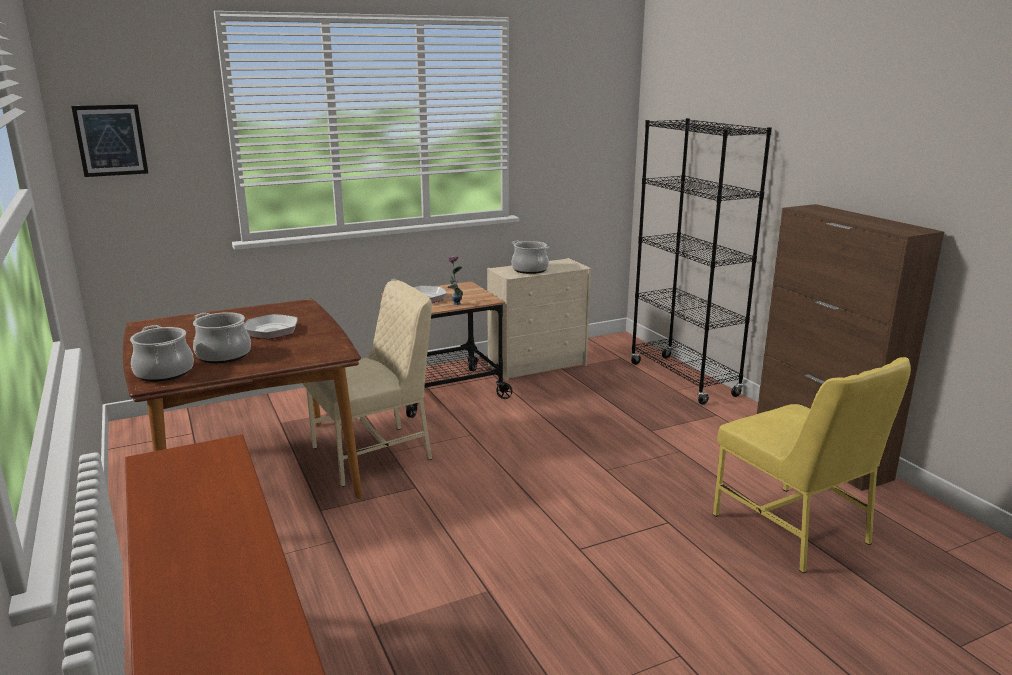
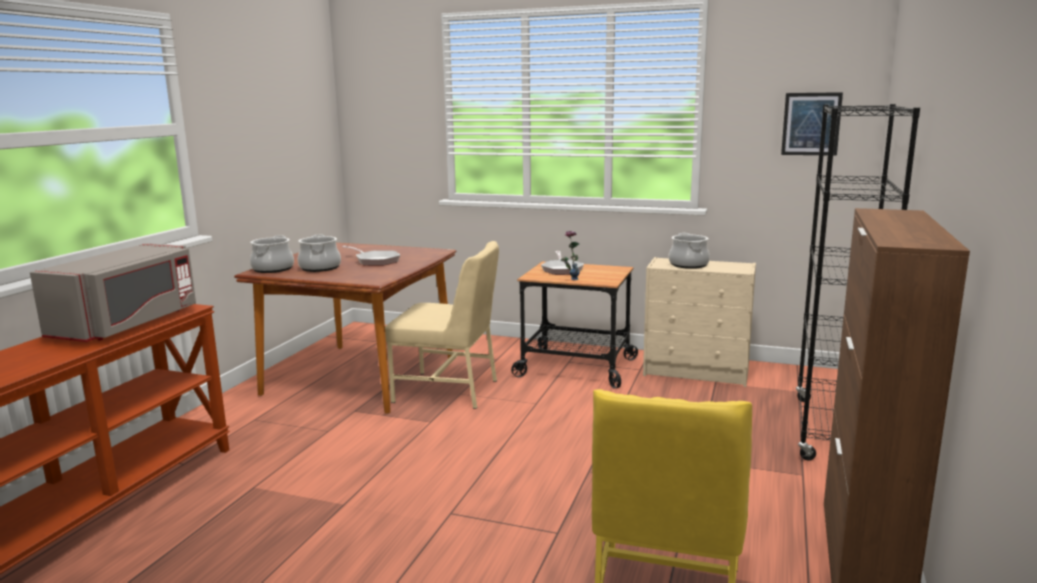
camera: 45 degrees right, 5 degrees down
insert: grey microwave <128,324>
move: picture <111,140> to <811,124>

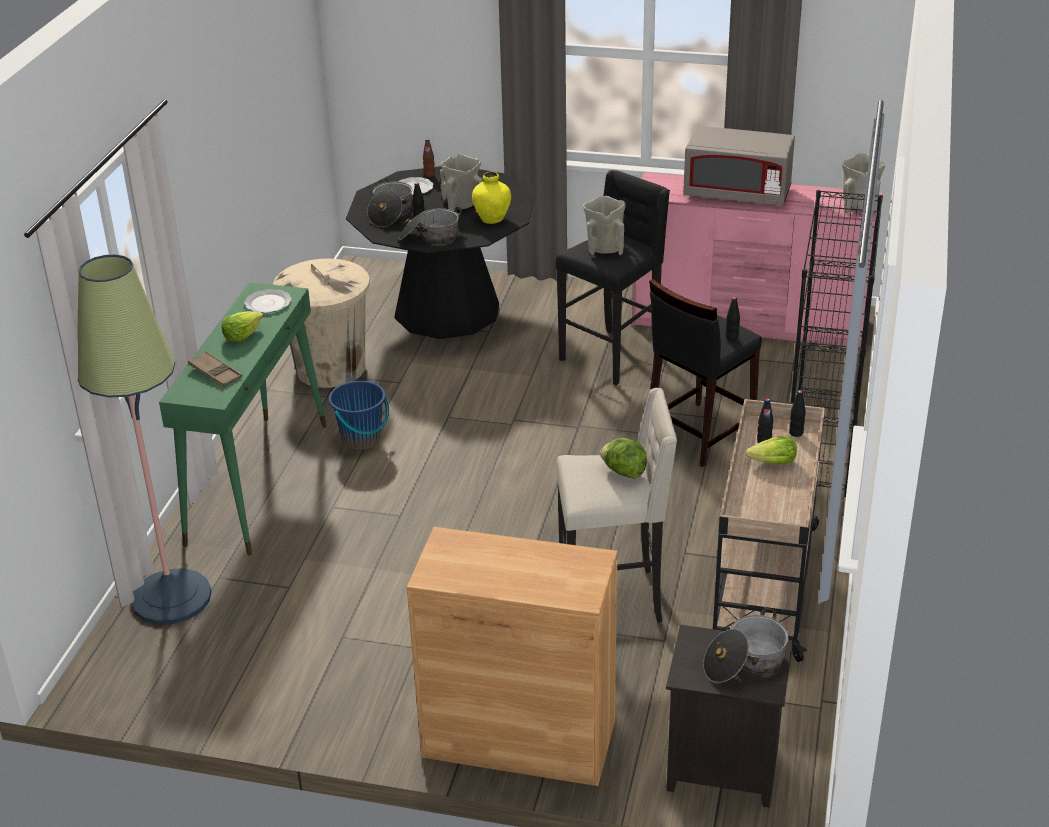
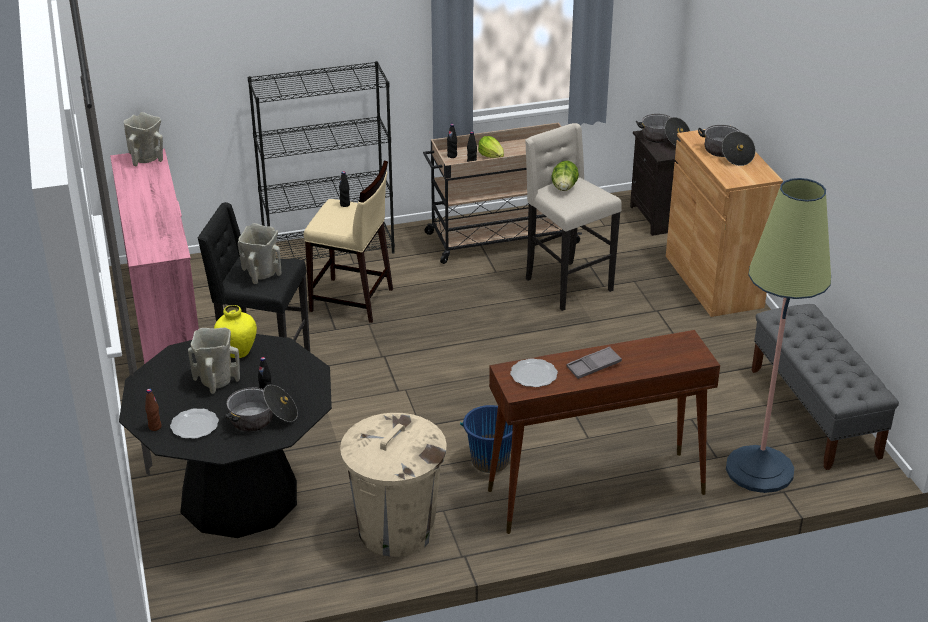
camera: 120 degrees left, 0 degrees up
delete: brown tray <215,373>; grey microwave <737,194>
insert: grey bench <814,413>
move: cooking pot <430,237> to <726,153>
replace: lettuce <242,335> to grey tray <593,366>
recolor: green console table <258,482> to brown console table <595,492>; black stool <698,434> to beige stool <352,300>

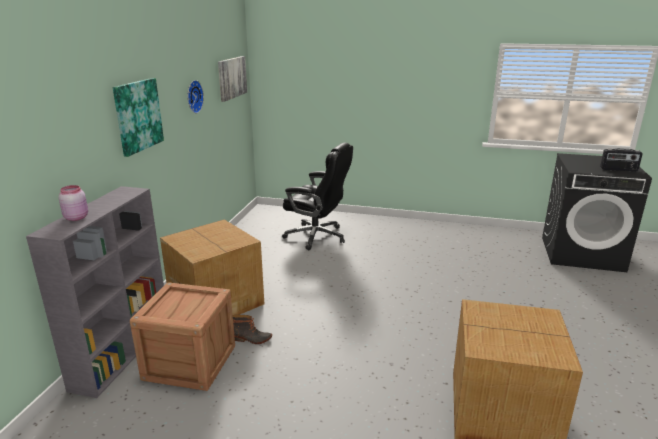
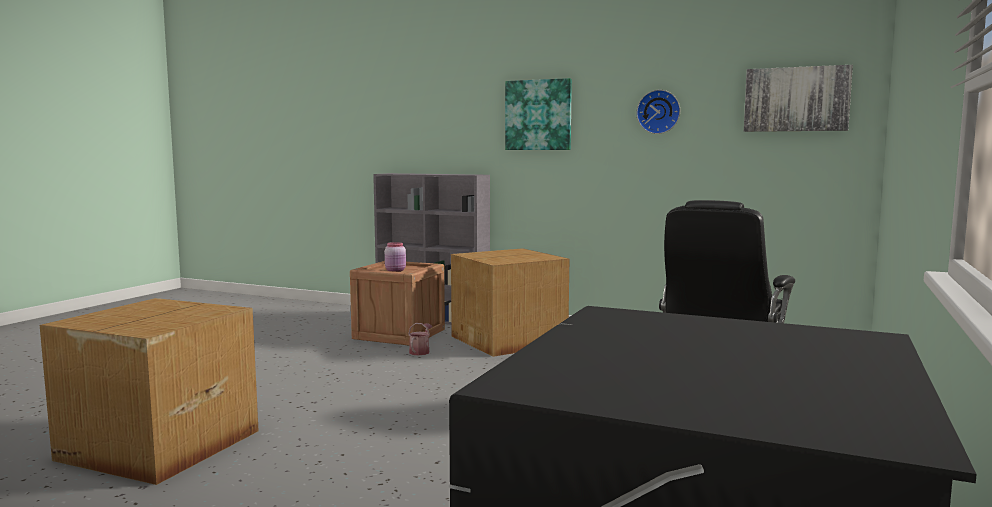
camera: 100 degrees right, 15 degrees down
delete: radio <618,169>
move: pink jar <76,217> to <396,271>
replace: boot <252,339> to watering can <420,351>

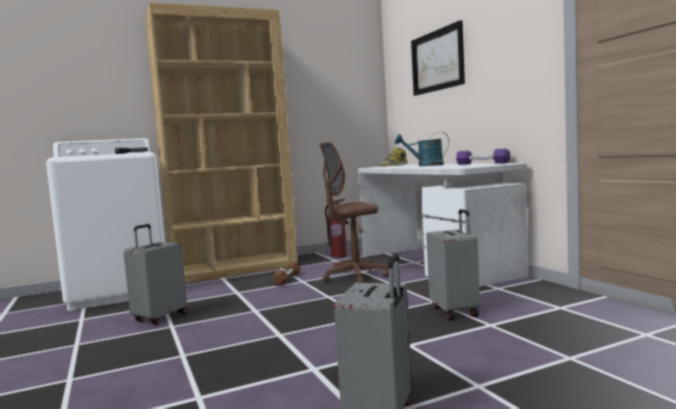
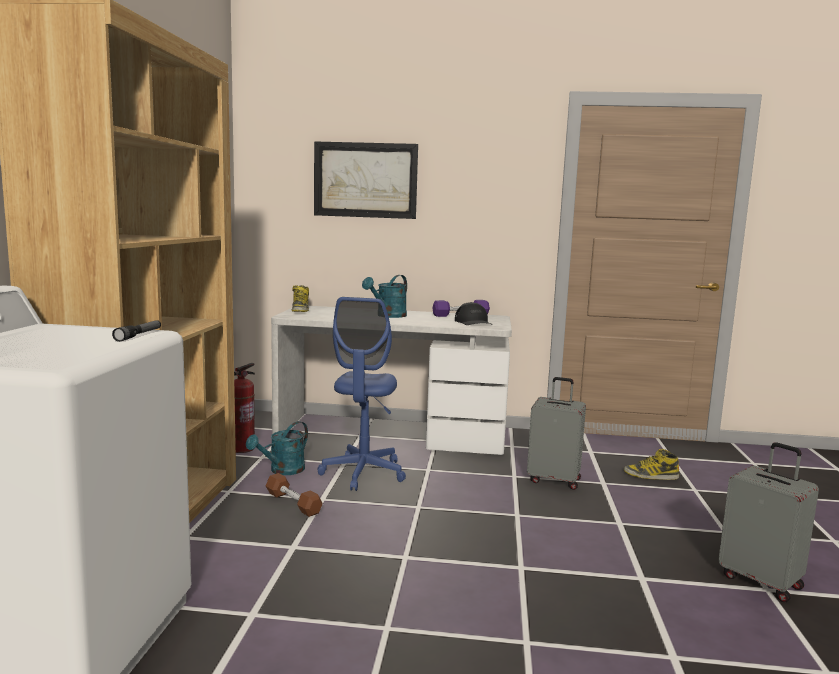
camera: 60 degrees left, 5 degrees up
delete: grey suitcase <159,318>
insert: turquoise watering can <282,471>; black cap <473,322>; boot <651,476>
recolor: brown office chair <355,277> to blue office chair <363,473>

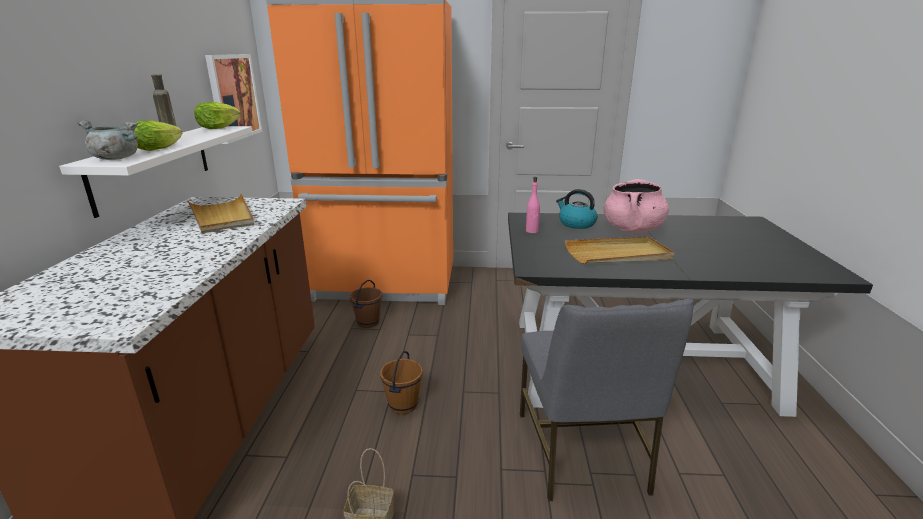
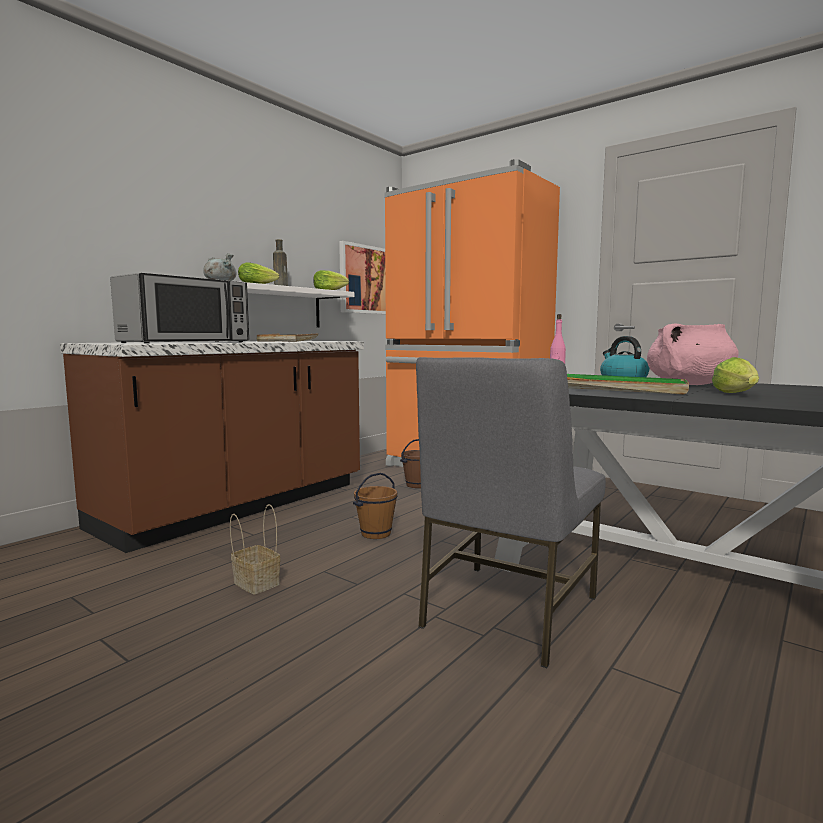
camera: 35 degrees right, 15 degrees down
insert: microwave <187,342>; lettuce <736,394>
recolor: beige tray <618,254> to green tray <620,389>

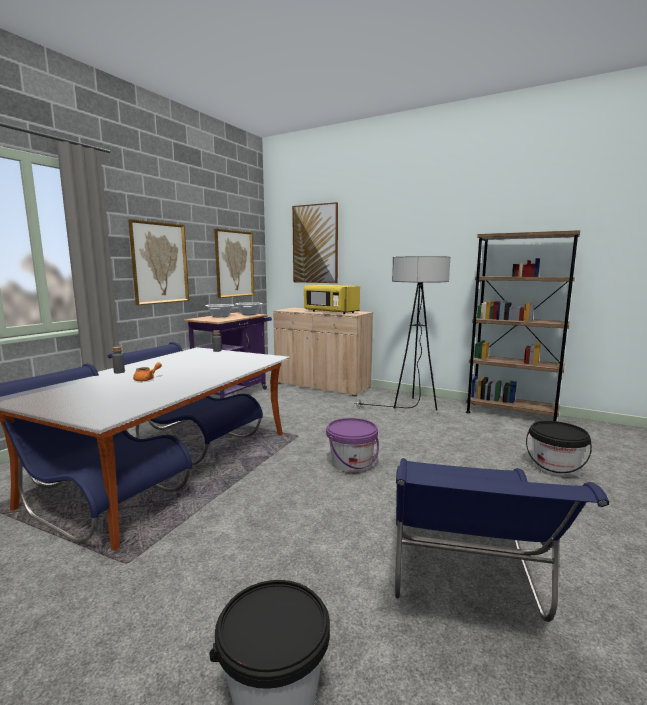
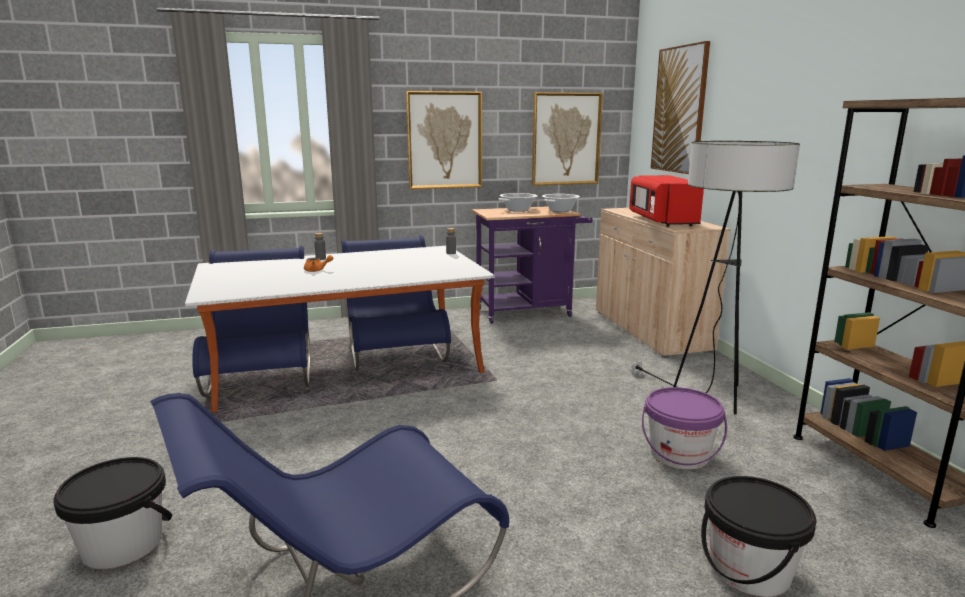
camera: 45 degrees right, 5 degrees up
move: purple bucket <351,464> to <679,454>
recolor: yellow microwave <330,312> to red microwave <662,221>

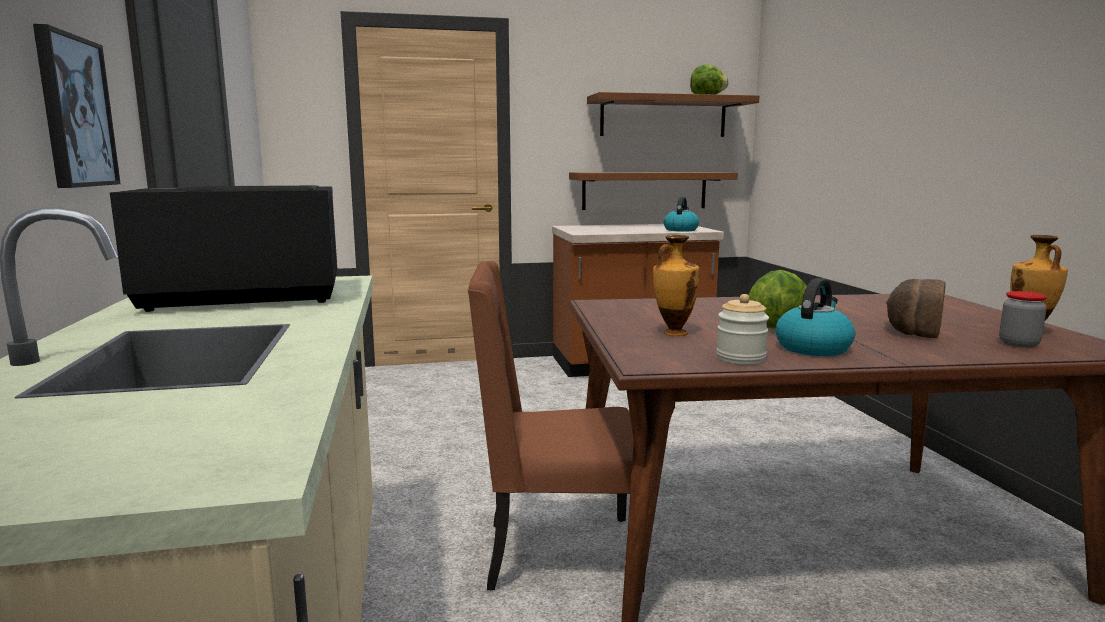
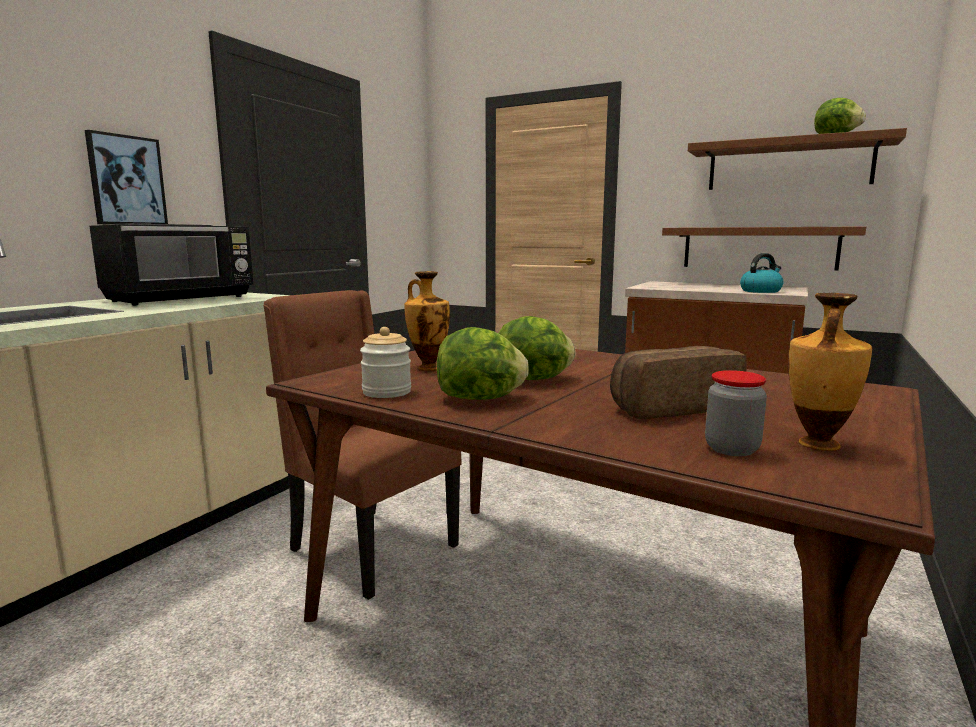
camera: 40 degrees right, 0 degrees up
replace: kettle <813,348> to lettuce <480,399>
rotate: black microwave <242,298> = <182,299> 105 degrees clockwise

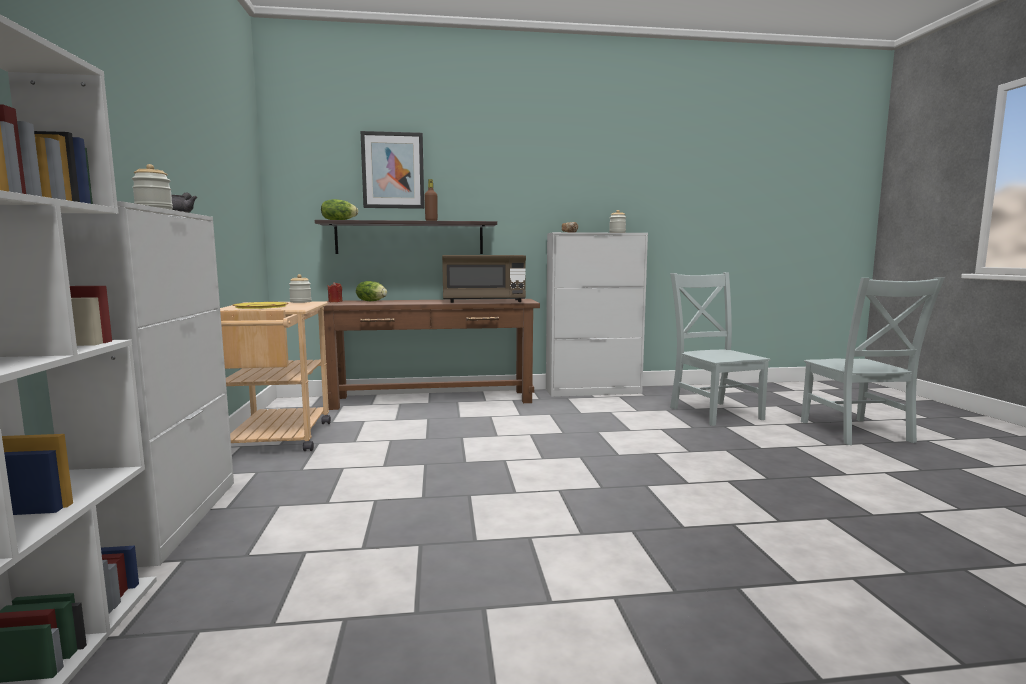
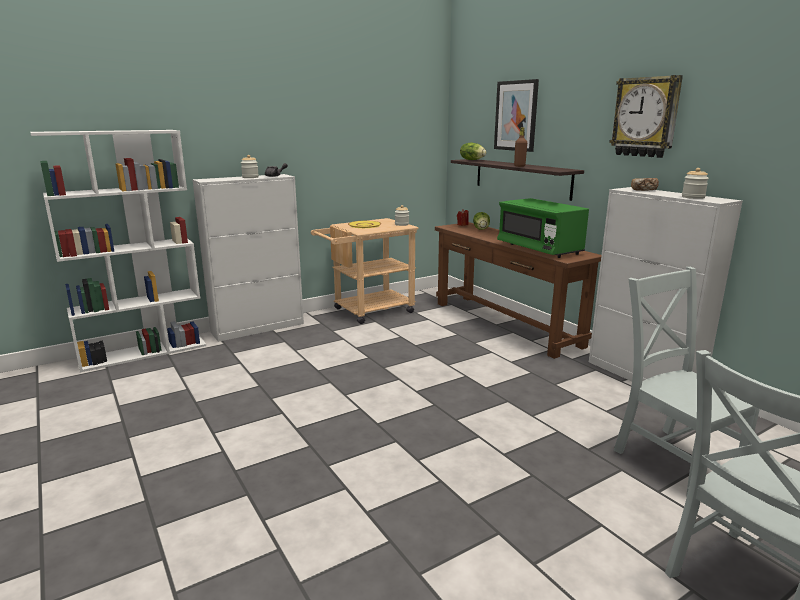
camera: 65 degrees right, 10 degrees up
insert: wall clock <645,117>
recolor: brown microwave <483,301> to green microwave <539,249>
rotate: grey chair <713,412> = <672,458> 75 degrees counterclockwise

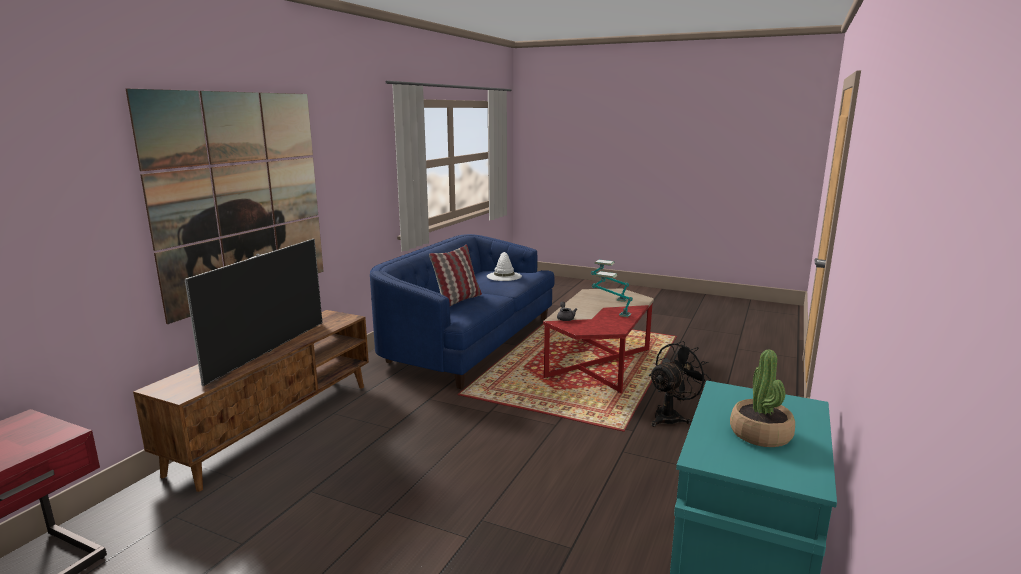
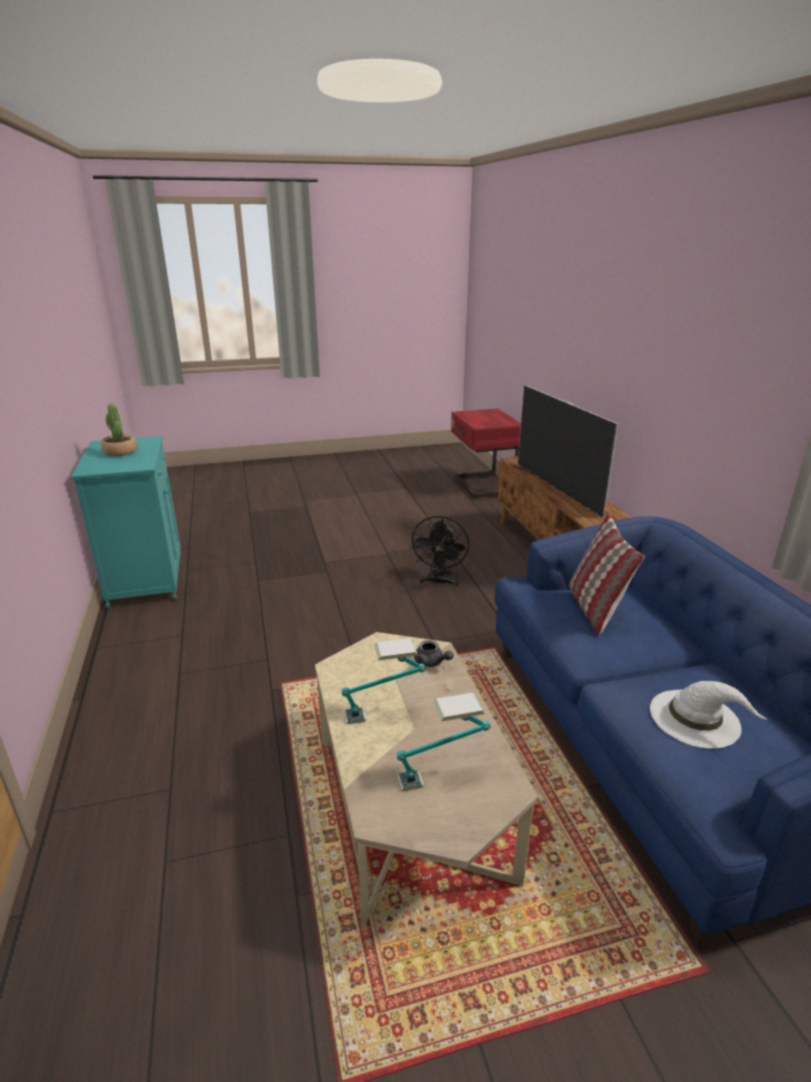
camera: 140 degrees right, 10 degrees up
delete: picture <242,197>
move: black fan <671,417> to <439,582>
recolor: red coffee table <598,364> to beige coffee table <412,807>

